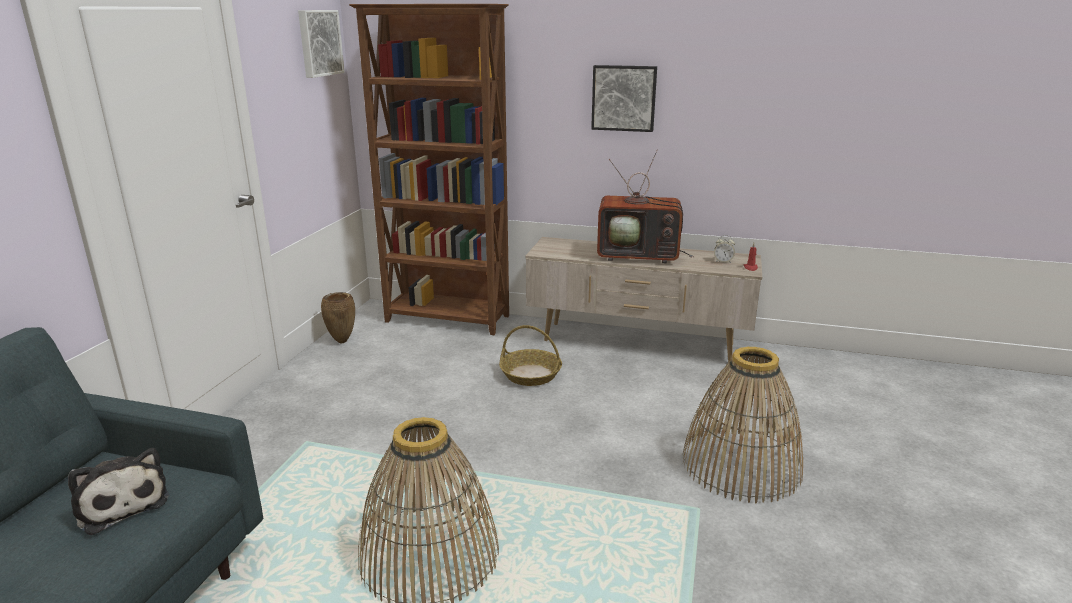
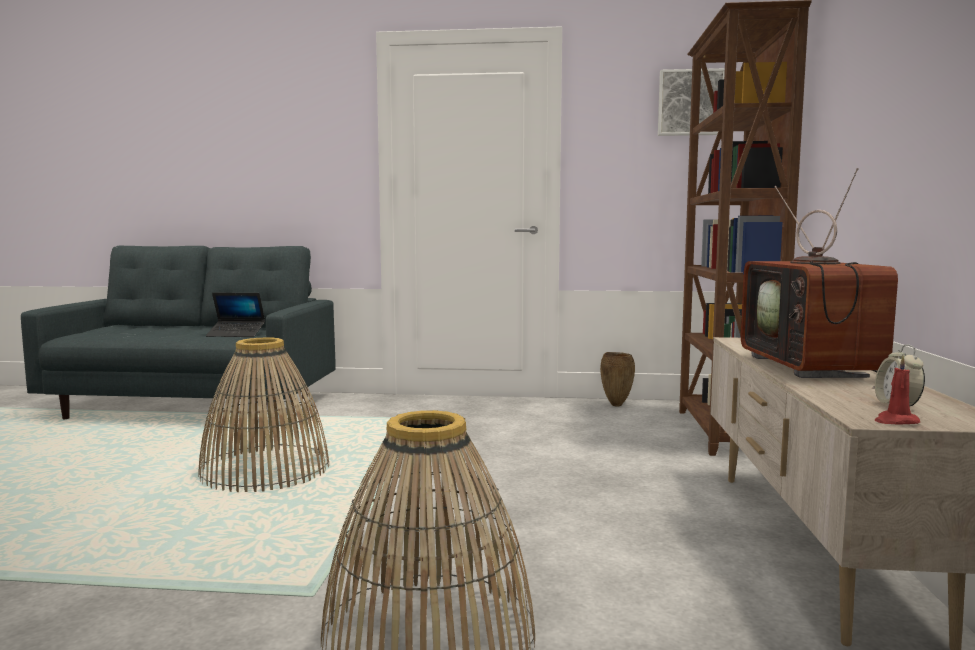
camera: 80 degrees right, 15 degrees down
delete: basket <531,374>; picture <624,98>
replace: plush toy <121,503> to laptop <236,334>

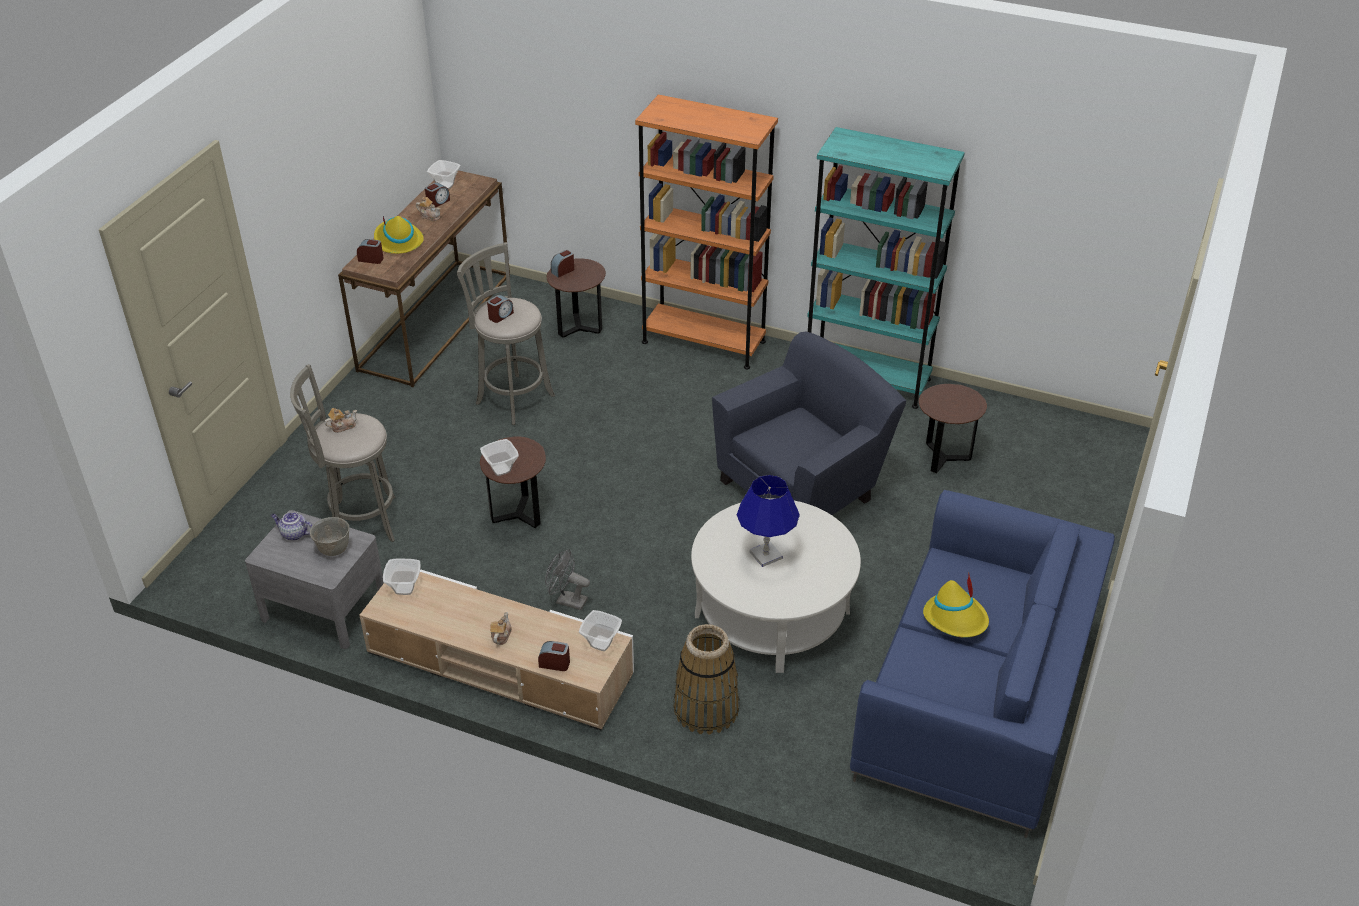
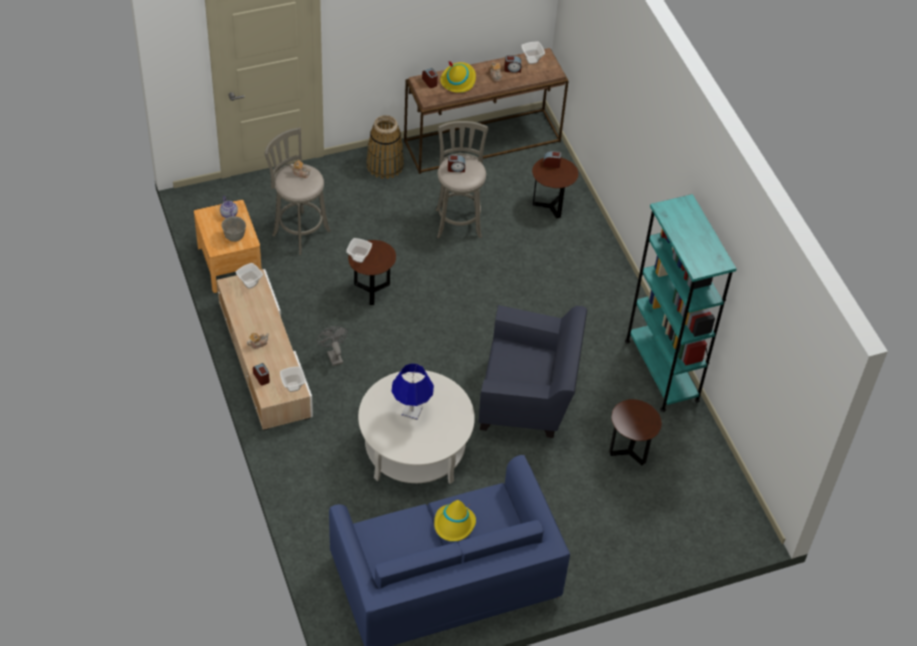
camera: 45 degrees right, 10 degrees up
delete: orange bookcase <703,342>
move: basket <706,708> to <385,165>
recolor: grey nightstand <324,608> to brown nightstand <229,264>

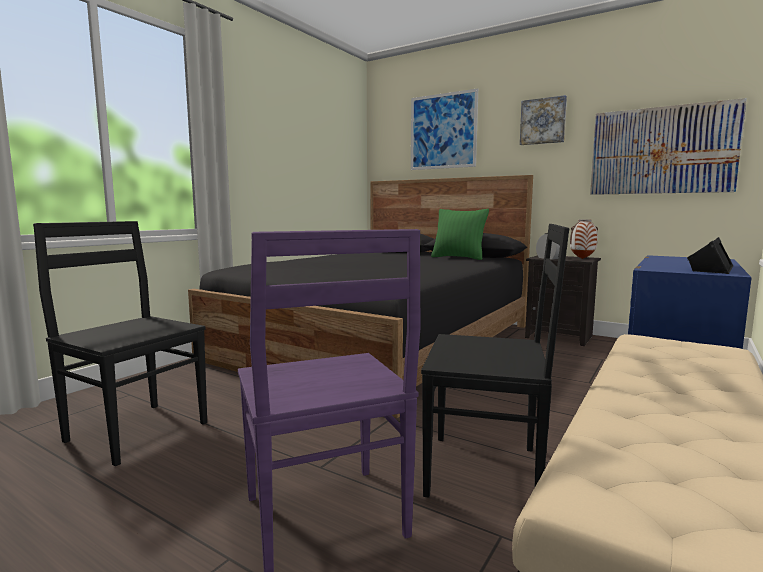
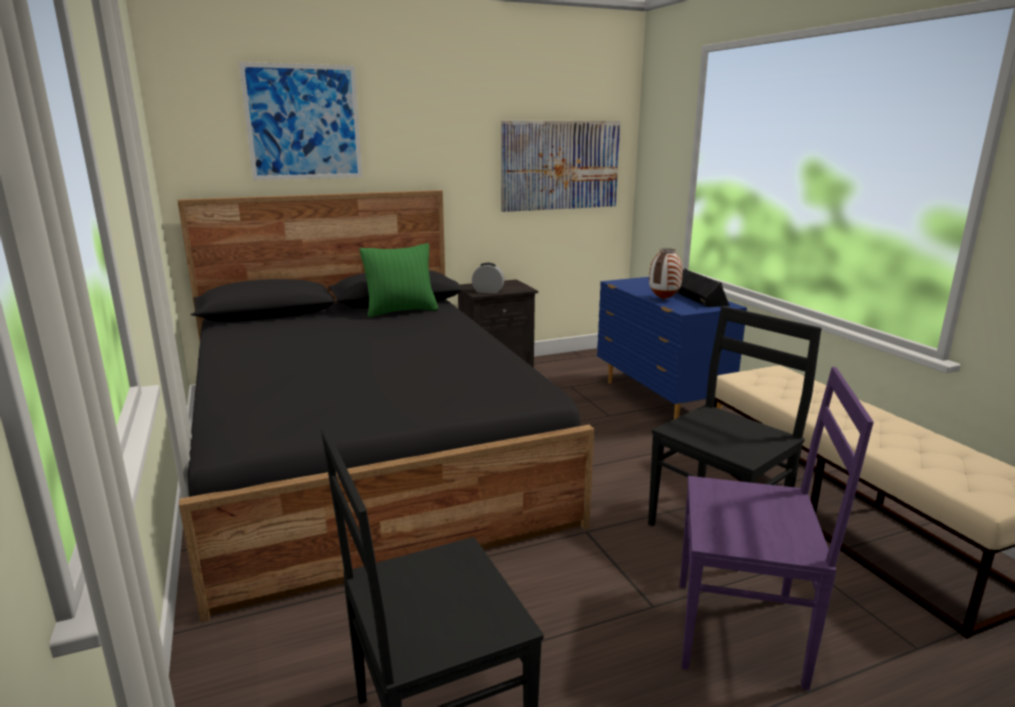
camera: 55 degrees left, 10 degrees up
delete: picture <543,121>
move: vase <582,259> to <663,299>

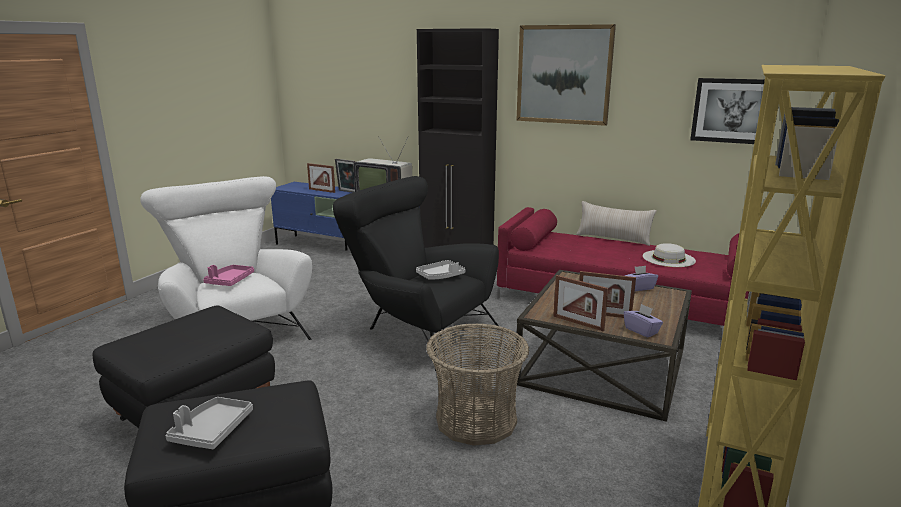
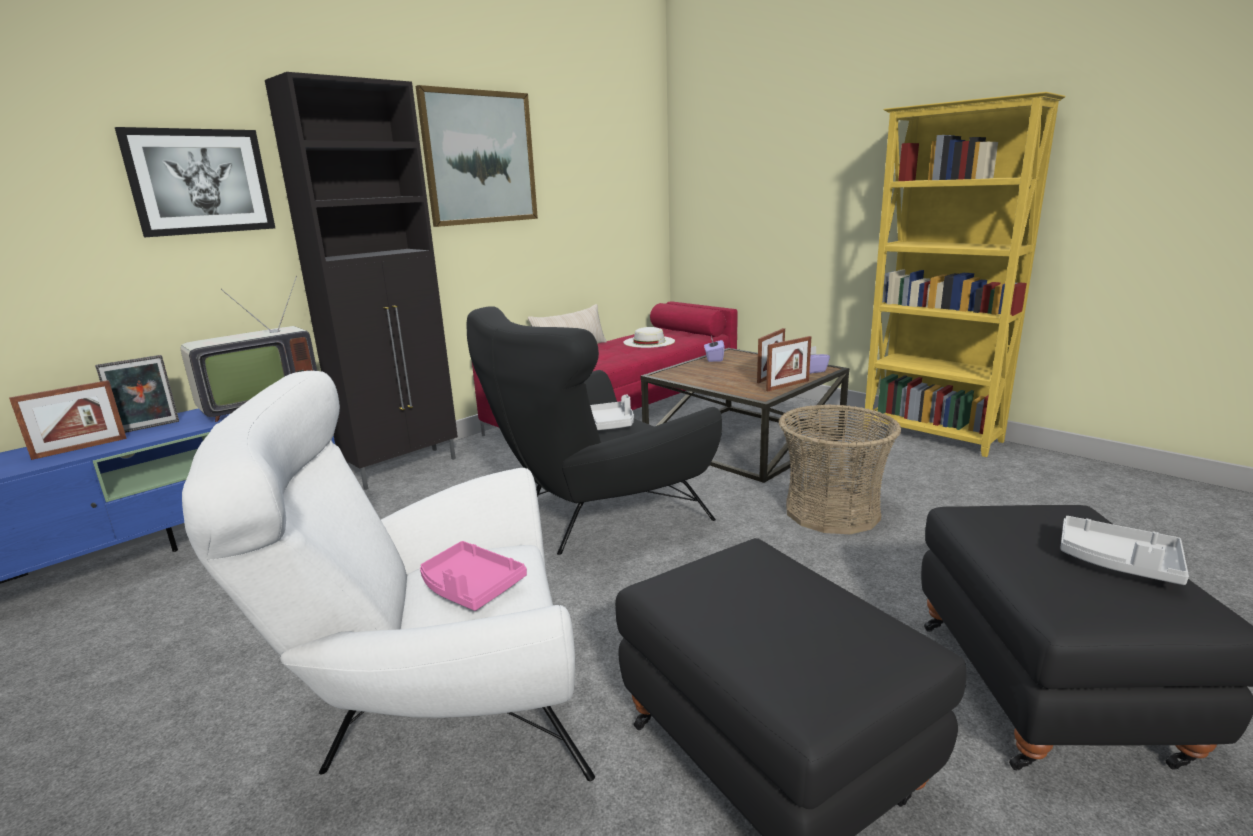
camera: 70 degrees left, 0 degrees up
move: picture <734,111> to <200,182>

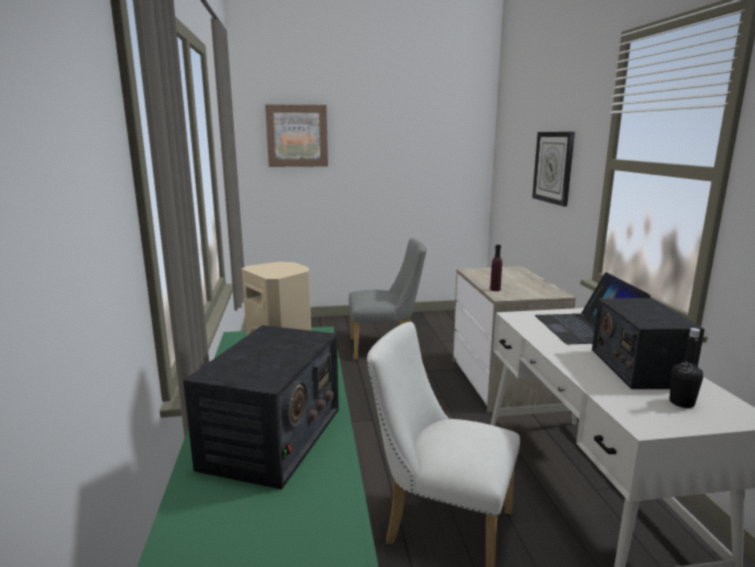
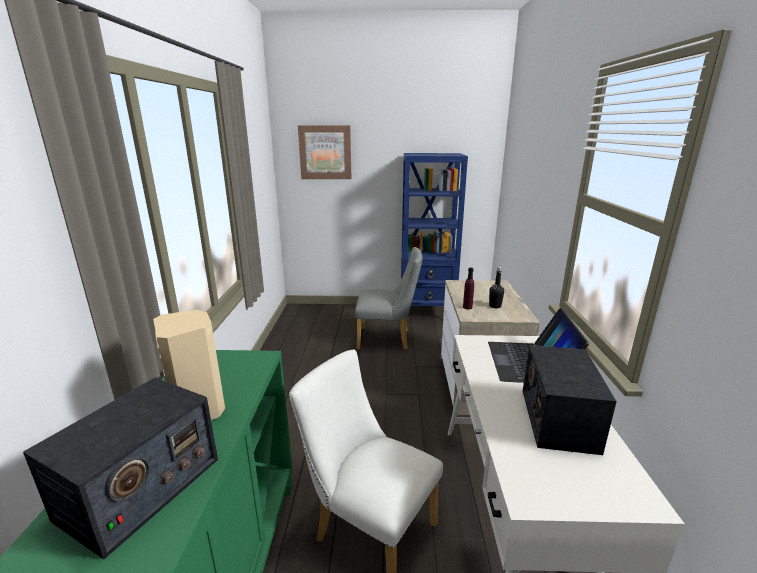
camera: 10 degrees right, 5 degrees up
delete: wall clock <553,167>
insert: blue bookcase <427,314>
move: black bottle <681,403> to <495,306>

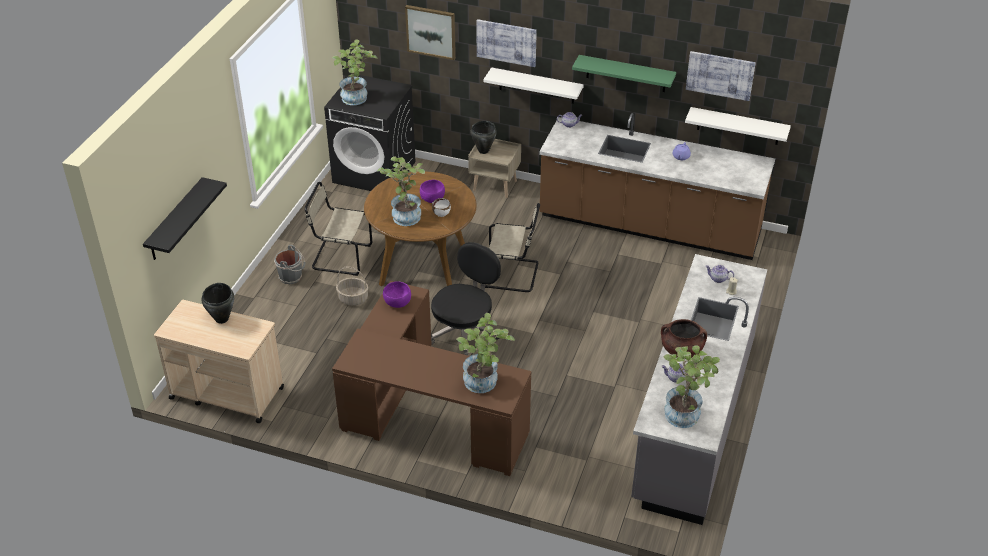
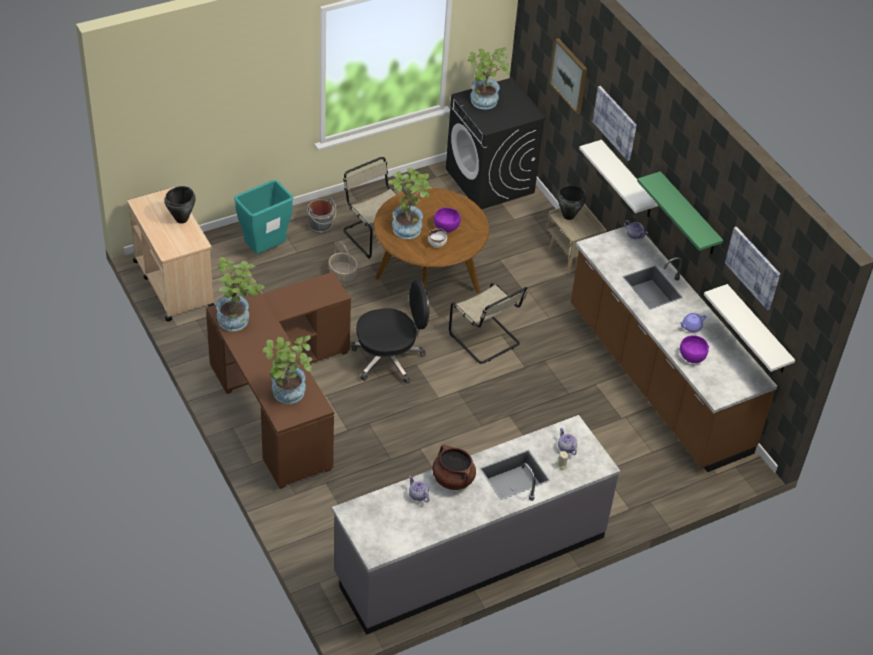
camera: 40 degrees right, 5 degrees up
delete: black shelf <175,220>
insert: turquoise trash can <265,249>
move: purple bowl <397,302> to <692,357>; potted plant <685,412> to <238,320>

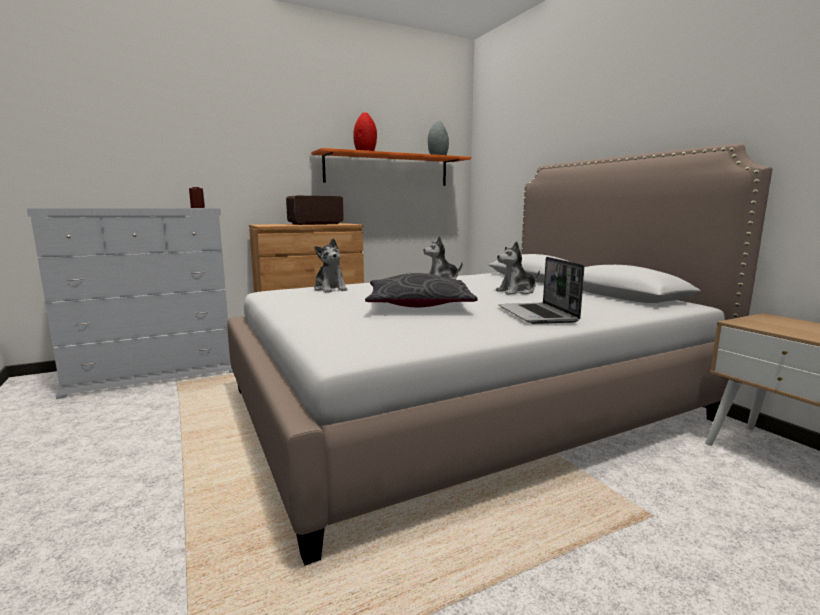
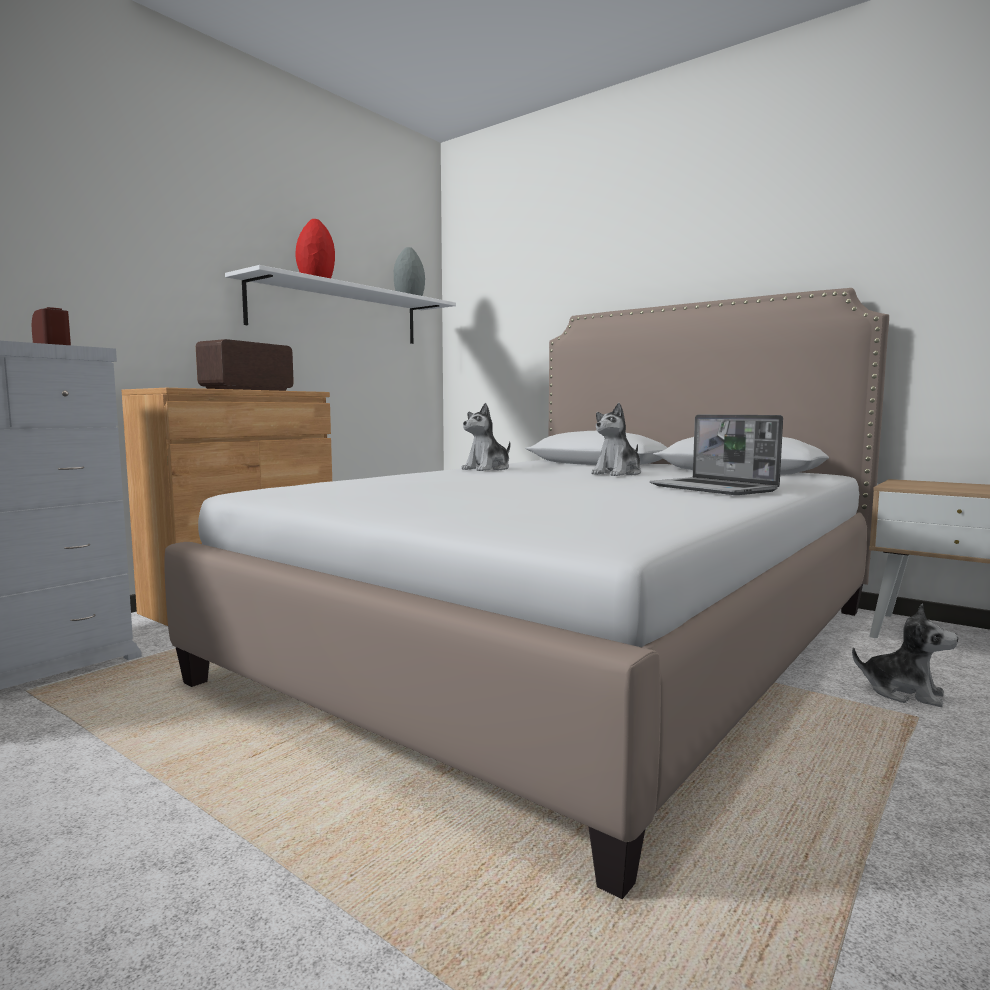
camera: 25 degrees left, 5 degrees down
delete: grey pillow <418,305>
move: plush toy <330,289> to <903,692>
recolor: orange shelf <387,170> to white shelf <337,313>

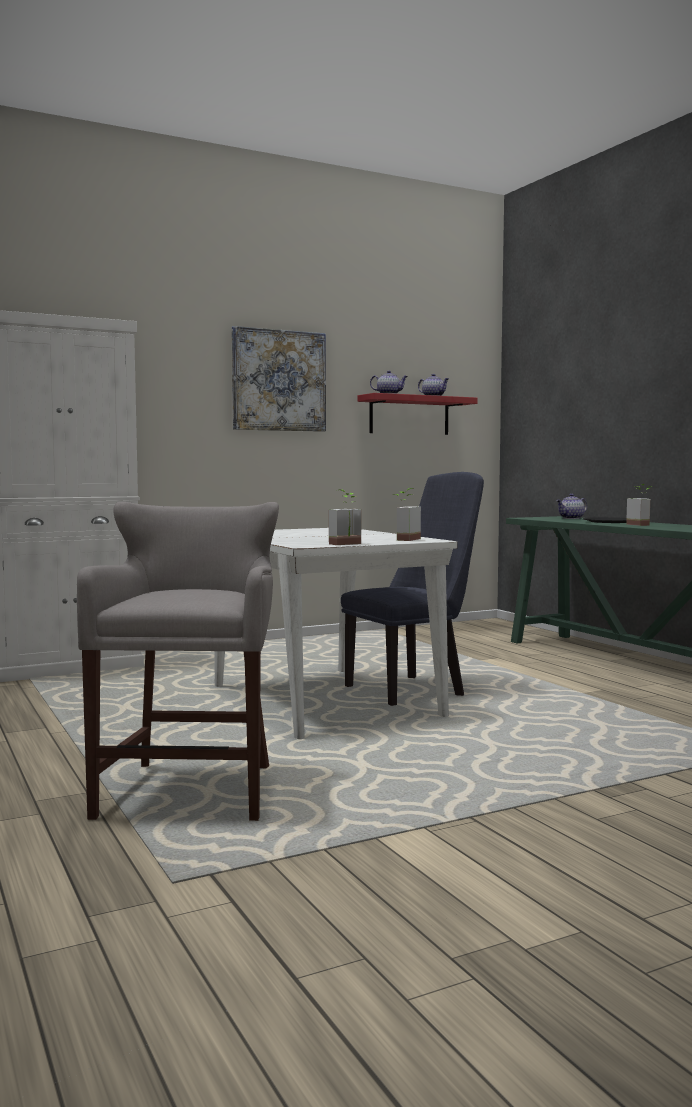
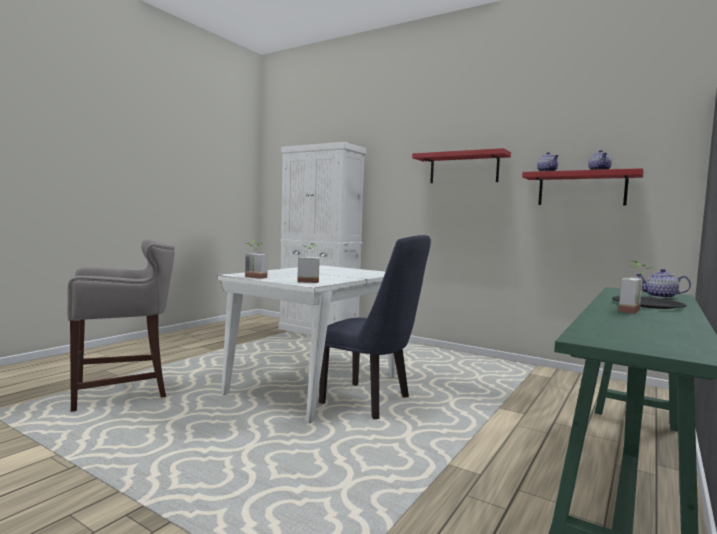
camera: 60 degrees right, 0 degrees up
replace: picture <278,380> to red shelf <463,168>

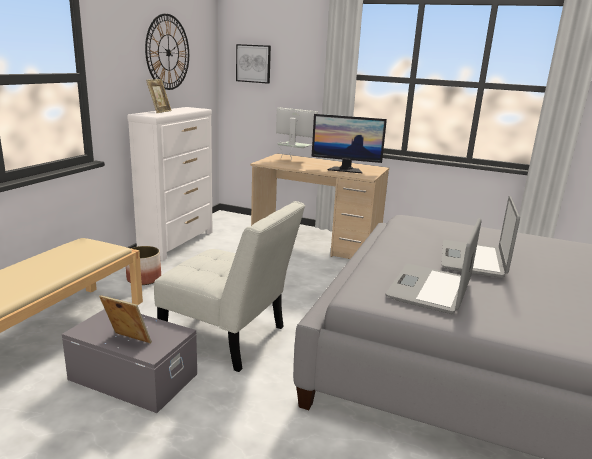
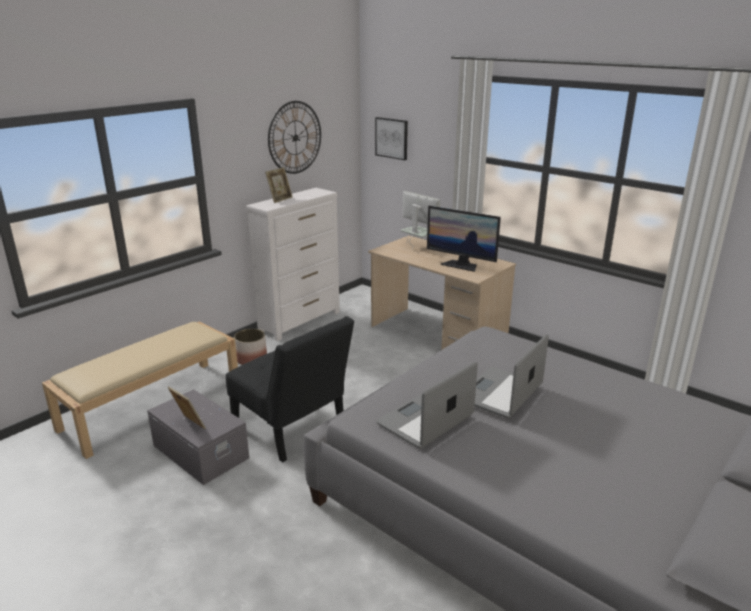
camera: 20 degrees right, 5 degrees up
recolor: white chair <229,338> to black chair <292,429>

